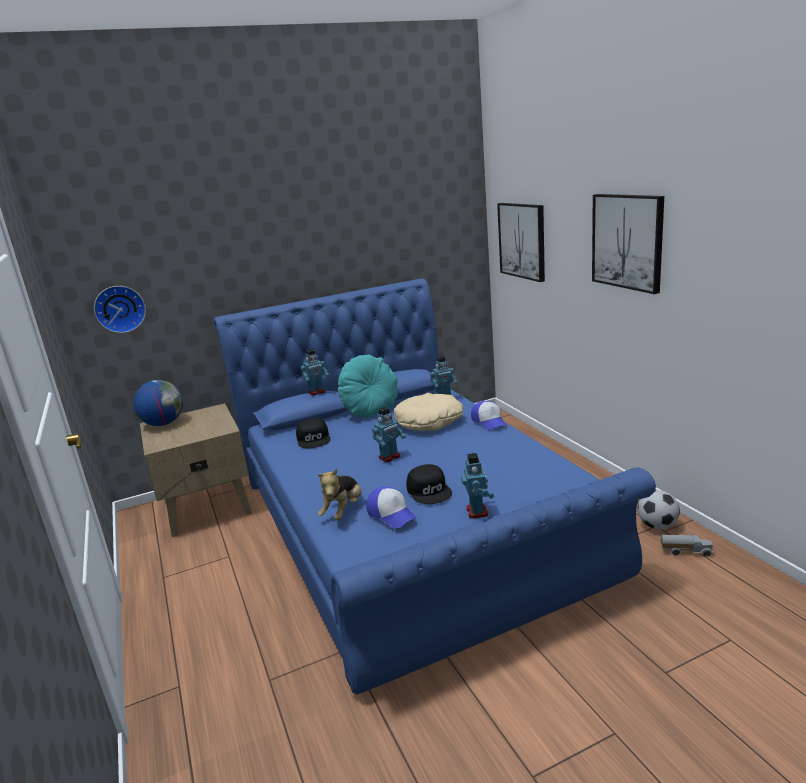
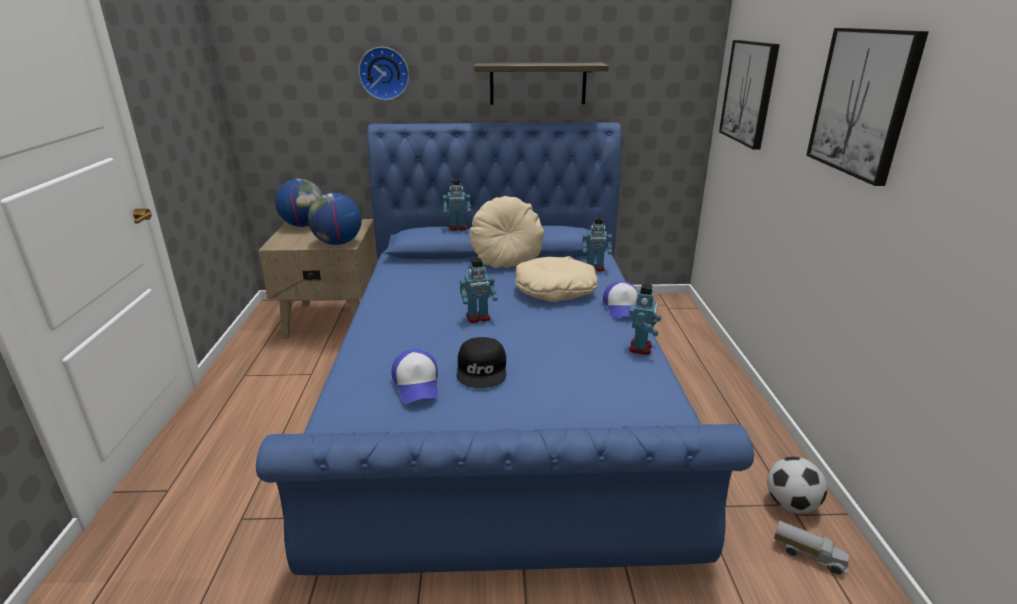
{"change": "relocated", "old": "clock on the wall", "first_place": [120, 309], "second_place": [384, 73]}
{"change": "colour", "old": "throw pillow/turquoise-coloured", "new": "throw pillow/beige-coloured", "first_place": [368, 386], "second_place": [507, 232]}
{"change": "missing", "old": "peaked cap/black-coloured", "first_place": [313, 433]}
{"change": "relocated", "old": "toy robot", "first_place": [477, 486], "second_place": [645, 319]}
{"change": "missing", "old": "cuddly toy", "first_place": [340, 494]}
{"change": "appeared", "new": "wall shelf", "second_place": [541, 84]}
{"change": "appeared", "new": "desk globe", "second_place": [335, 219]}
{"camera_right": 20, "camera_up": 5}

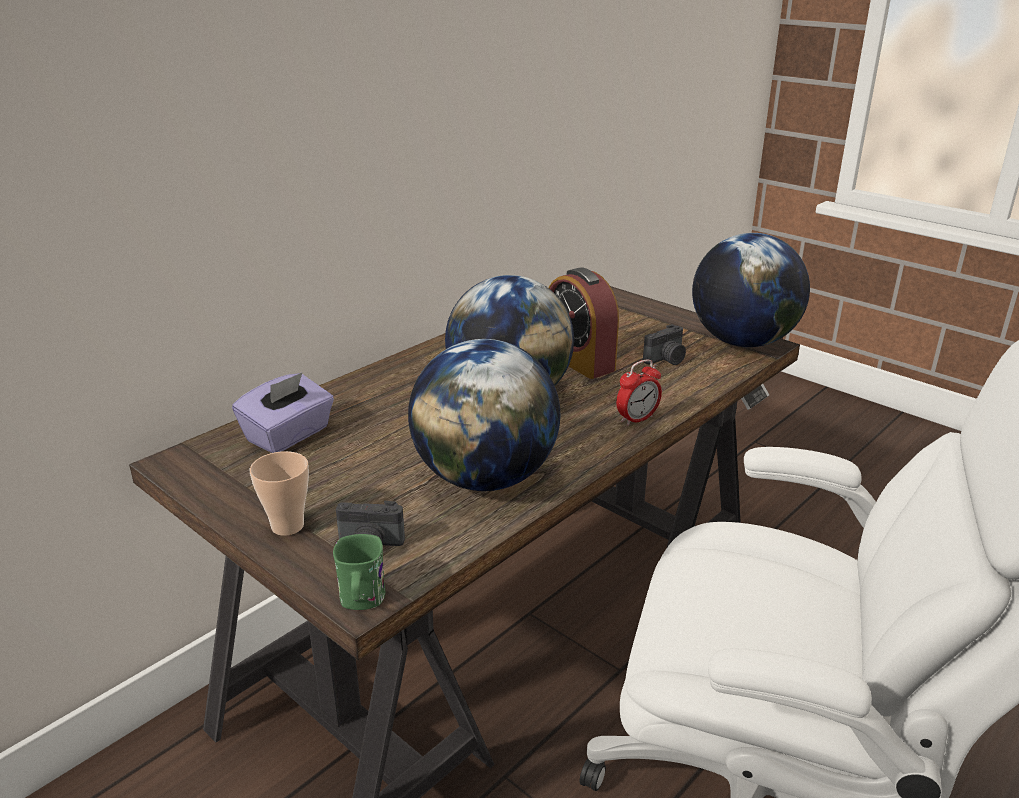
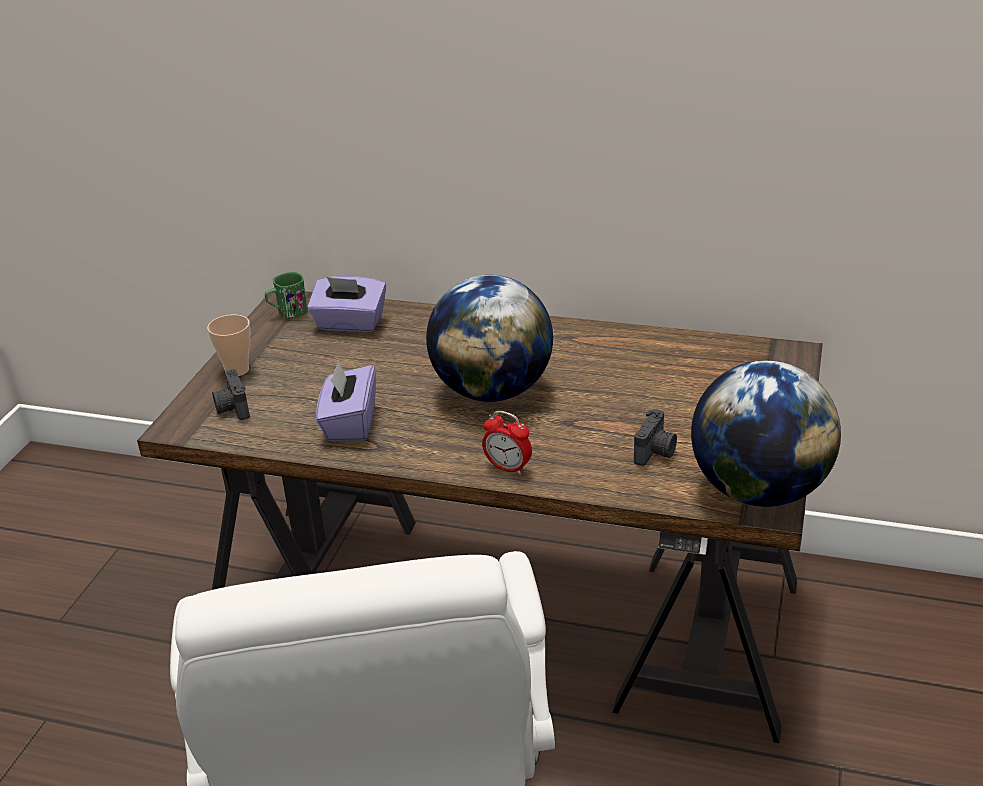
{"change": "missing", "old": "bedside clock", "first_place": [583, 323]}
{"change": "spun", "old": "photo camera", "first_place": [664, 344], "second_place": [655, 437], "degrees": -90}
{"change": "exchanged", "old": "desk globe", "new": "tissue holder/purple-coloured", "first_place": [484, 415], "second_place": [346, 401]}
{"change": "relocated", "old": "tea mug/green-coloured", "first_place": [359, 572], "second_place": [286, 295]}
{"camera_right": 65, "camera_up": 5}

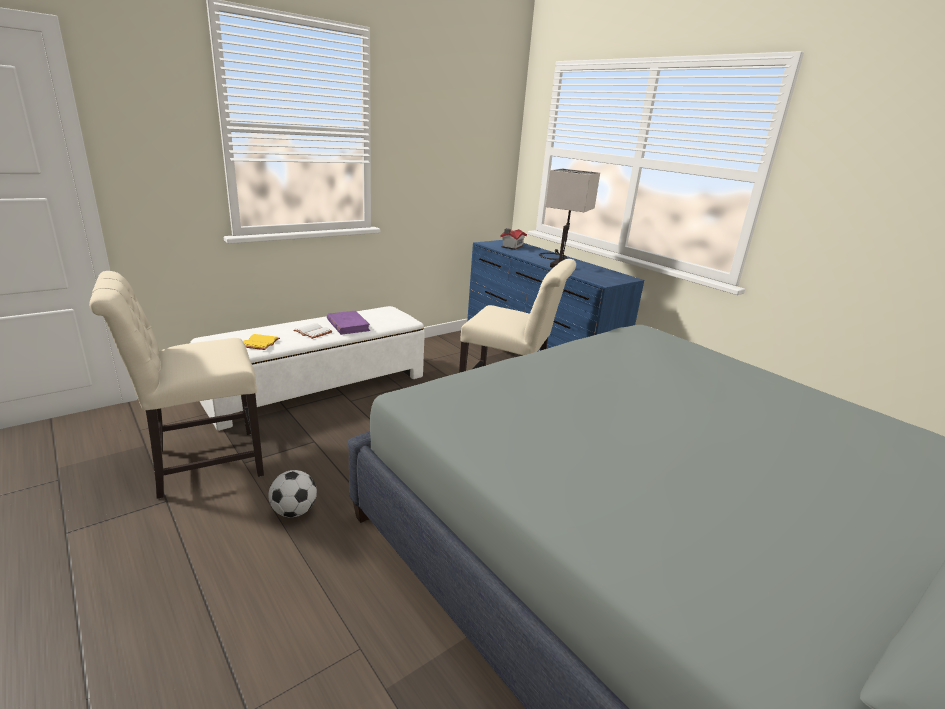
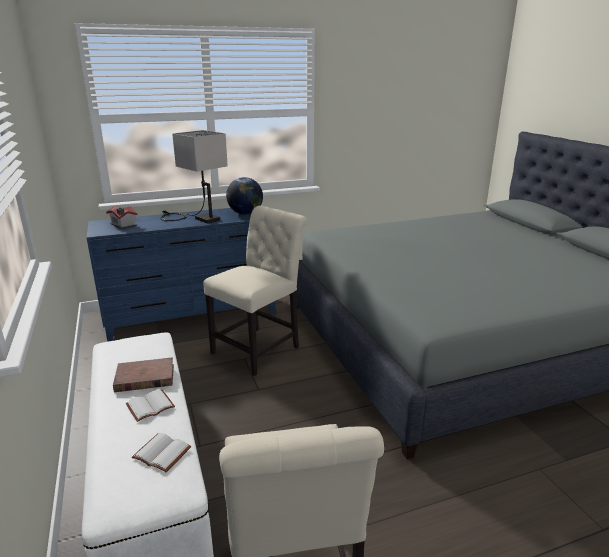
{"change": "colour", "old": "volume/purple-coloured", "new": "volume/brownish", "first_place": [348, 323], "second_place": [143, 374]}
{"change": "colour", "old": "volume/yellow", "new": "volume/white", "first_place": [261, 342], "second_place": [161, 452]}
{"change": "missing", "old": "football ball", "first_place": [292, 493]}
{"change": "appeared", "new": "desk globe", "second_place": [244, 196]}
{"camera_right": -70, "camera_up": 0}

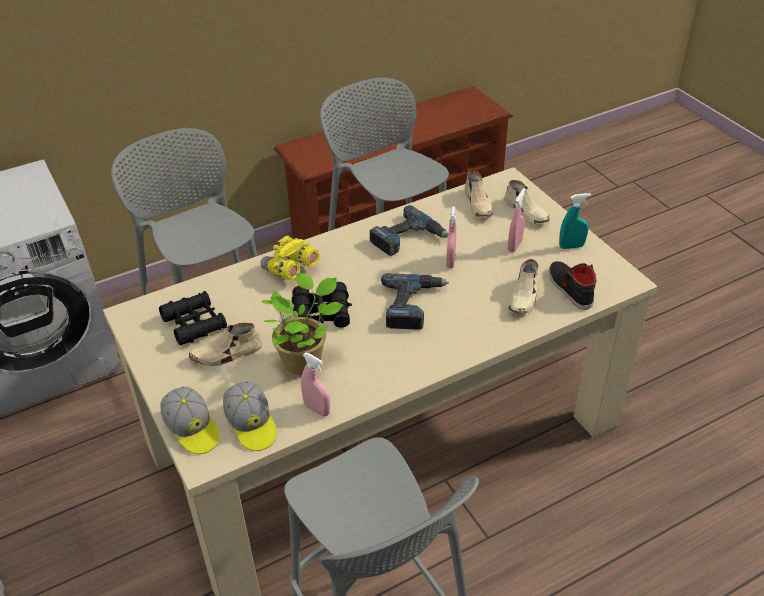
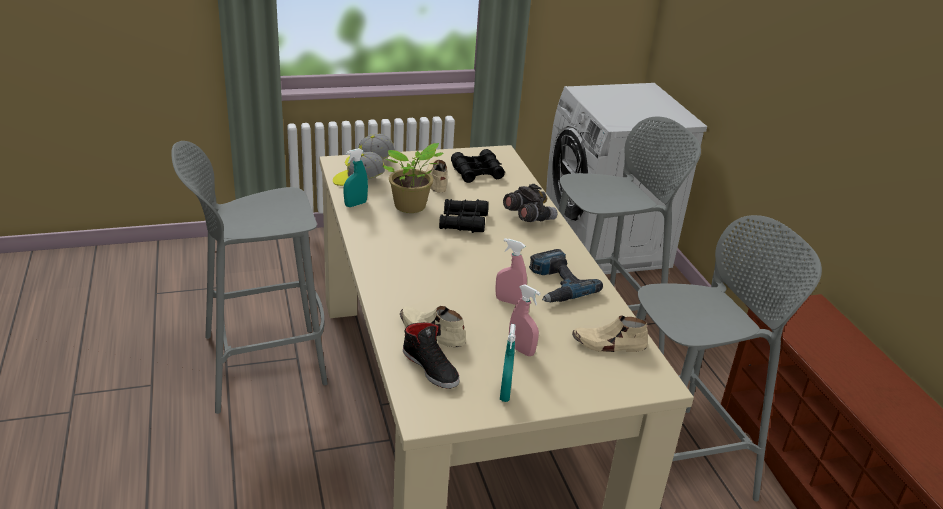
{"change": "missing", "old": "shoe/beige-coloured", "first_place": [527, 202]}
{"change": "colour", "old": "pair of binoculars/yellow", "new": "pair of binoculars/greyish", "first_place": [290, 257], "second_place": [530, 203]}
{"change": "spun", "old": "shoe/black-coloured", "first_place": [572, 285], "second_place": [431, 355], "degrees": 60}
{"change": "missing", "old": "drill", "first_place": [415, 301]}
{"change": "colour", "old": "hand sprayer/pink-coloured", "new": "hand sprayer/turquoise-coloured", "first_place": [315, 384], "second_place": [356, 177]}
{"camera_right": 100, "camera_up": -10}

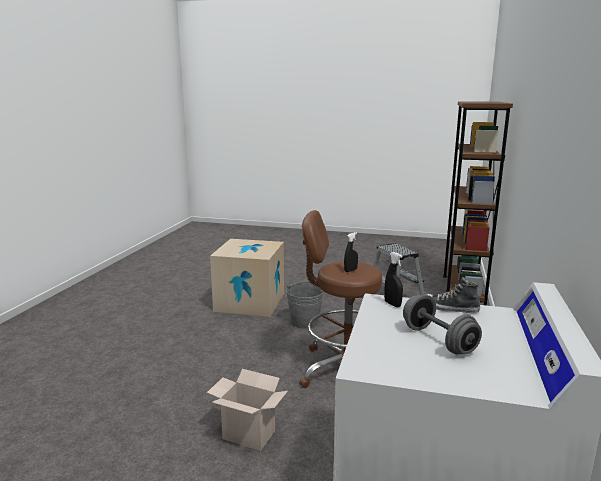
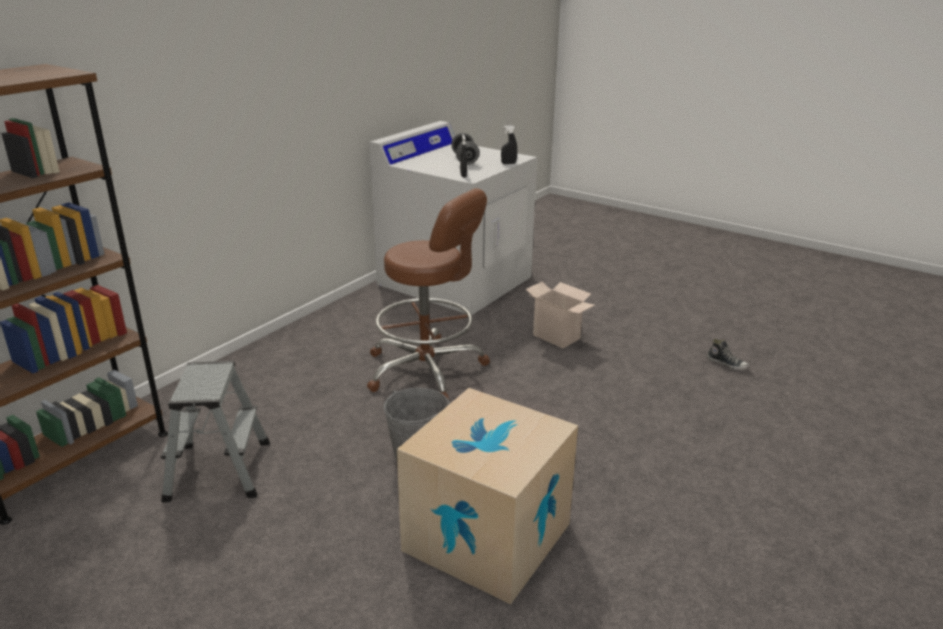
{"change": "relocated", "old": "hand sprayer/black-coloured", "first_place": [351, 252], "second_place": [509, 144]}
{"change": "relocated", "old": "shoe", "first_place": [453, 295], "second_place": [728, 355]}
{"camera_right": -160, "camera_up": 10}

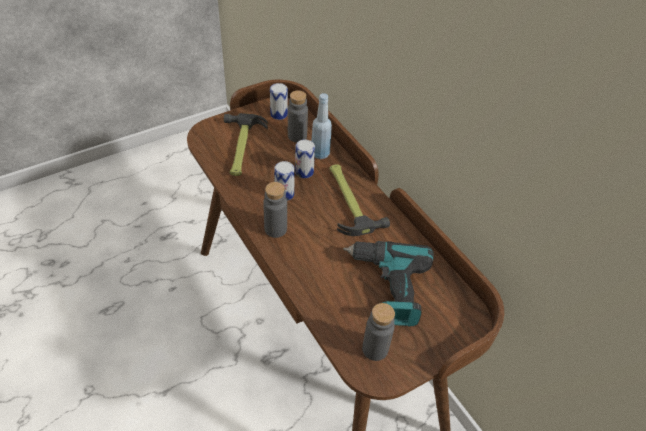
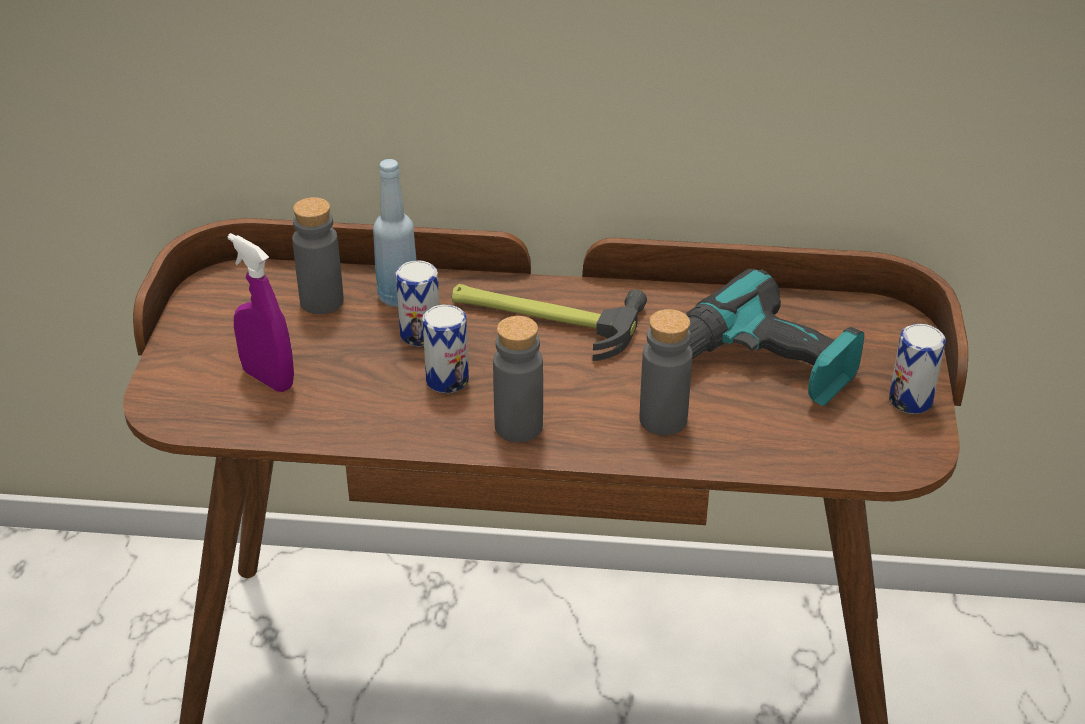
{"change": "relocated", "old": "can", "first_place": [279, 101], "second_place": [917, 369]}
{"change": "exchanged", "old": "tool hammer", "new": "hand sprayer/purple-coloured", "first_place": [246, 144], "second_place": [261, 312]}
{"change": "relocated", "old": "drink bottle/greyish", "first_place": [378, 332], "second_place": [665, 372]}
{"camera_right": -50, "camera_up": -10}

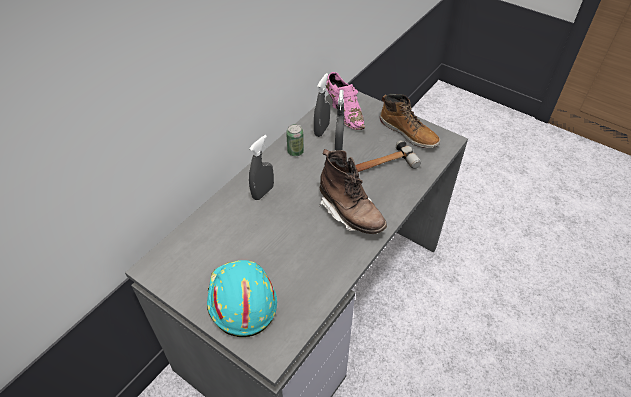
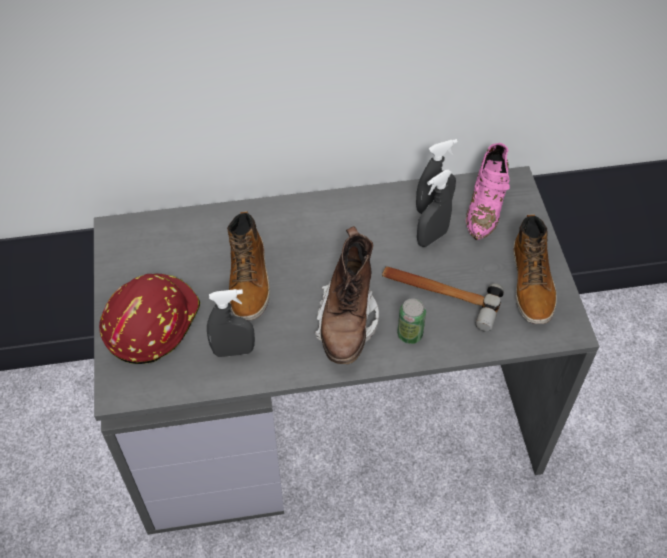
{"change": "relocated", "old": "can", "first_place": [295, 140], "second_place": [411, 321]}
{"change": "relocated", "old": "hand sprayer/greyish", "first_place": [261, 167], "second_place": [231, 323]}
{"change": "colour", "old": "hard hat/turquoise-coloured", "new": "hard hat/red", "first_place": [242, 298], "second_place": [149, 318]}
{"change": "appeared", "new": "boot", "second_place": [248, 265]}
{"camera_right": 45, "camera_up": 5}

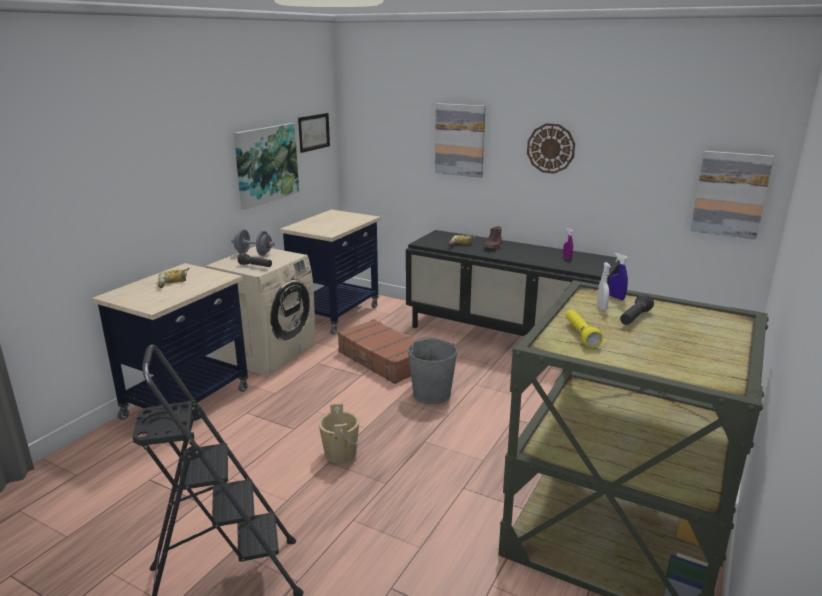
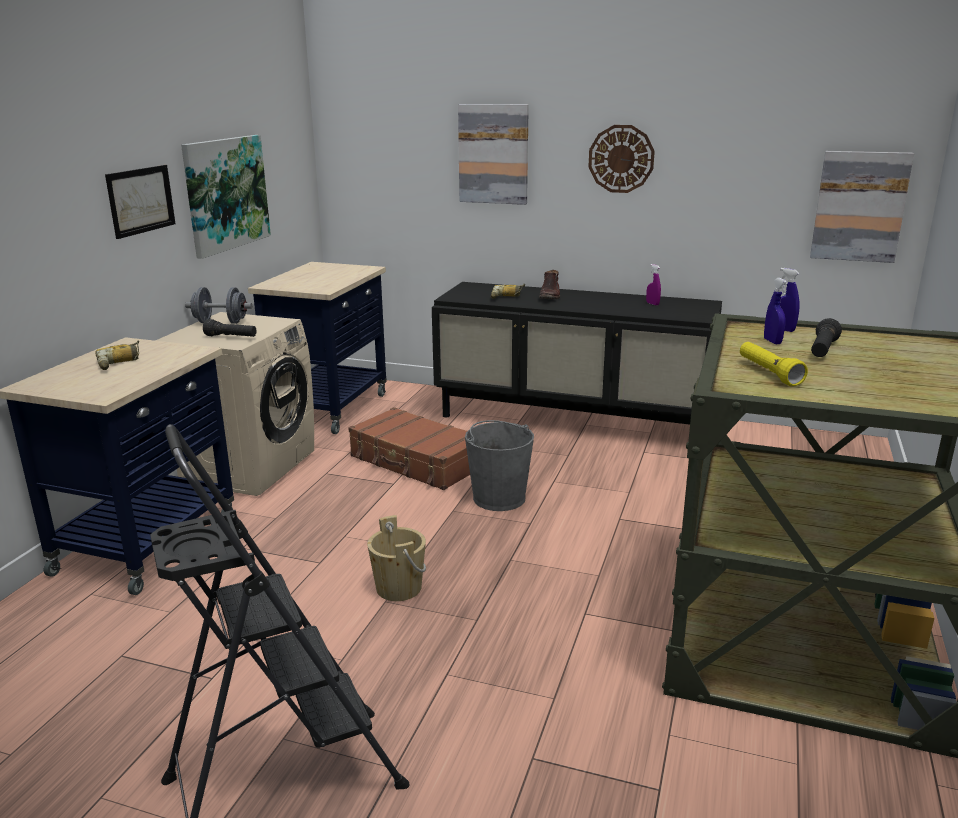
{"change": "relocated", "old": "picture", "first_place": [314, 133], "second_place": [140, 202]}
{"change": "colour", "old": "hand sprayer/white", "new": "hand sprayer/blue", "first_place": [604, 286], "second_place": [776, 311]}
{"camera_right": -10, "camera_up": 0}

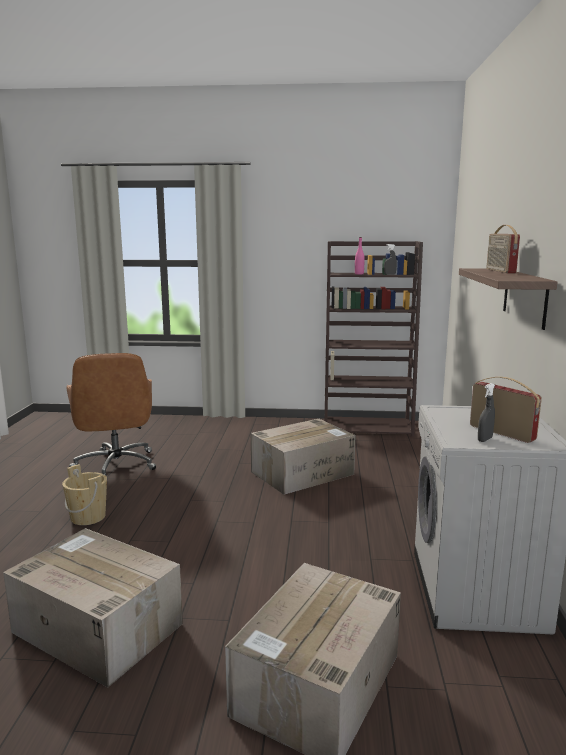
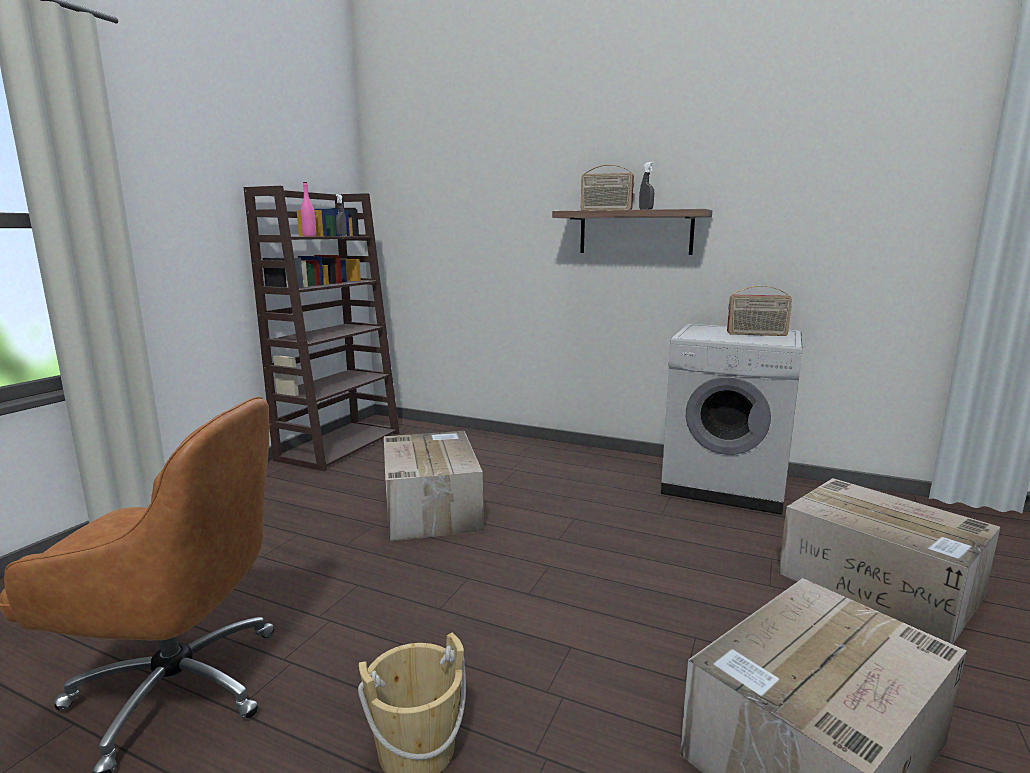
{"change": "spun", "old": "radio", "first_place": [506, 410], "second_place": [759, 311], "degrees": -150}
{"change": "relocated", "old": "hand sprayer/greyish", "first_place": [486, 412], "second_place": [646, 186]}
{"camera_right": -70, "camera_up": 0}

